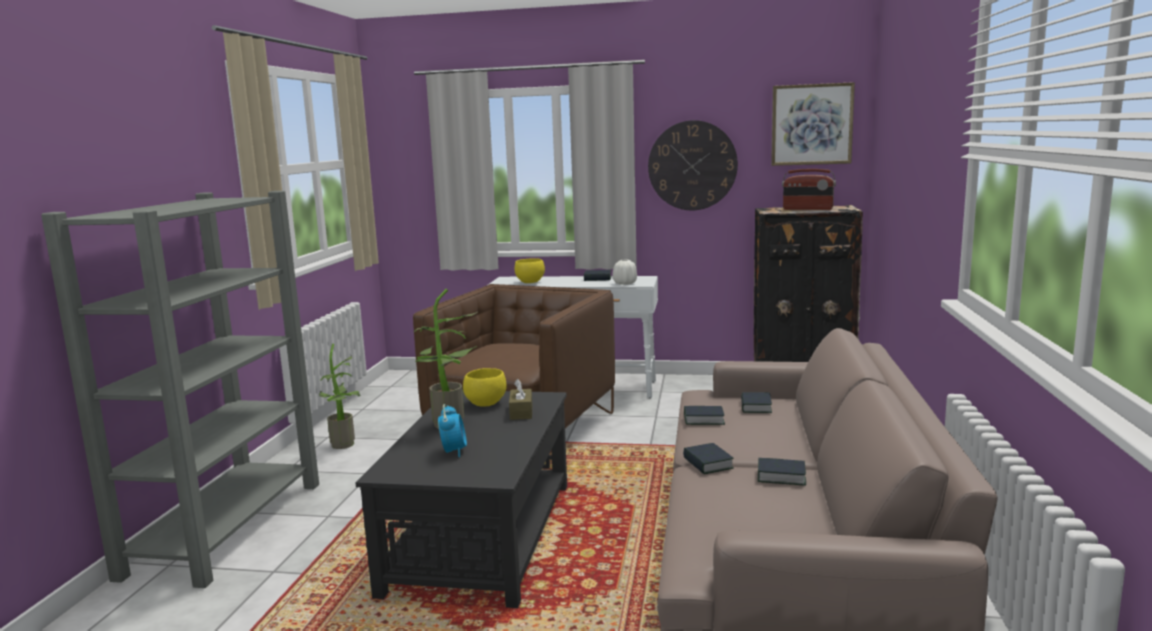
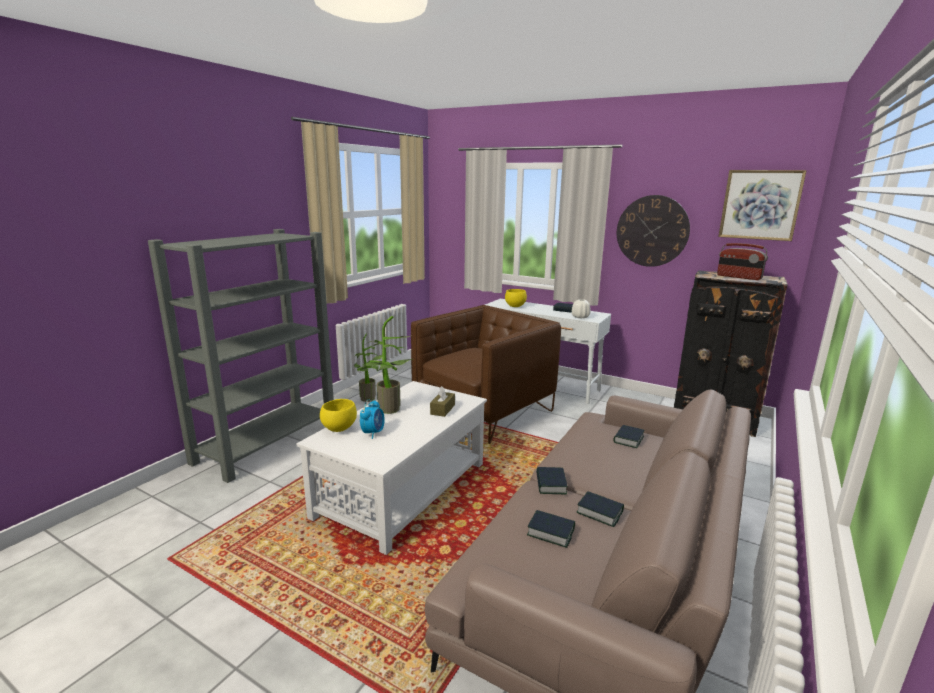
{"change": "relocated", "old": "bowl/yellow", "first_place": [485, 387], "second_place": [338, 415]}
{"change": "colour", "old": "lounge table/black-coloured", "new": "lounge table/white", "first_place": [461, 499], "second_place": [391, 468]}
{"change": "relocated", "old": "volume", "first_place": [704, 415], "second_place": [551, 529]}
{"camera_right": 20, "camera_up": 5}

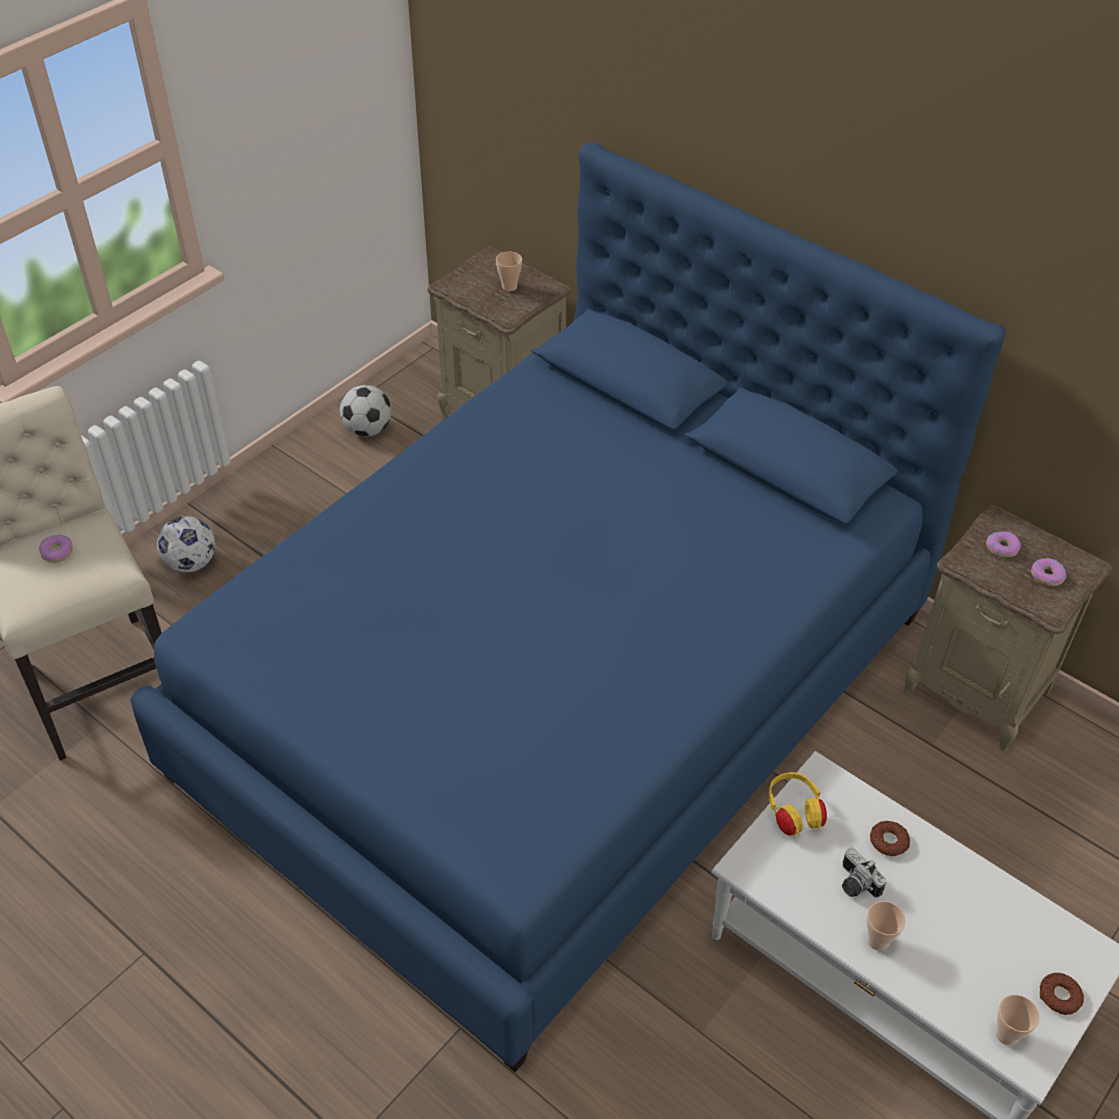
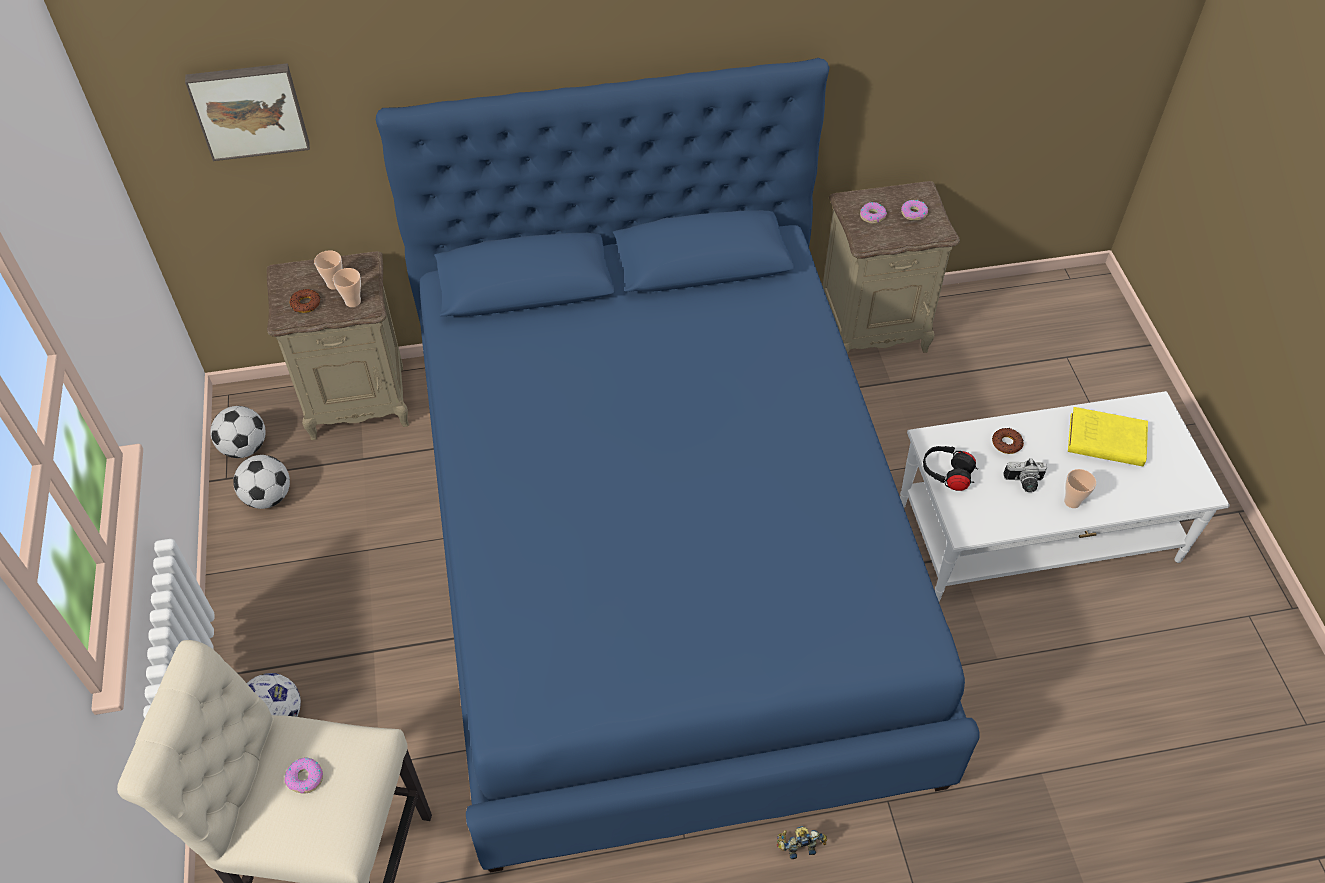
{"change": "colour", "old": "pair of headphones/yellow", "new": "pair of headphones/black-coloured", "first_place": [798, 804], "second_place": [950, 468]}
{"change": "relocated", "old": "ring doughnut", "first_place": [1062, 994], "second_place": [305, 301]}
{"change": "relocated", "old": "drinking cup", "first_place": [1017, 1020], "second_place": [347, 287]}
{"change": "appeared", "new": "picture", "second_place": [247, 112]}
{"change": "appeared", "new": "football ball", "second_place": [238, 432]}
{"change": "appeared", "new": "volume/yellow", "second_place": [1108, 437]}
{"change": "appeared", "new": "toy robot", "second_place": [802, 842]}
{"camera_right": -50, "camera_up": 5}

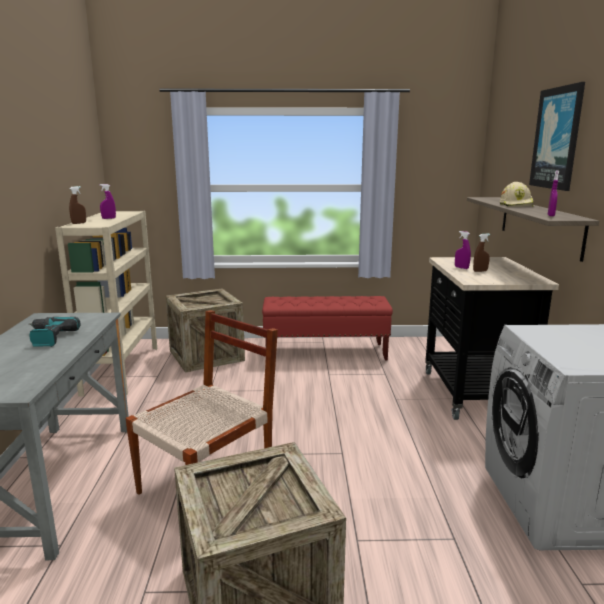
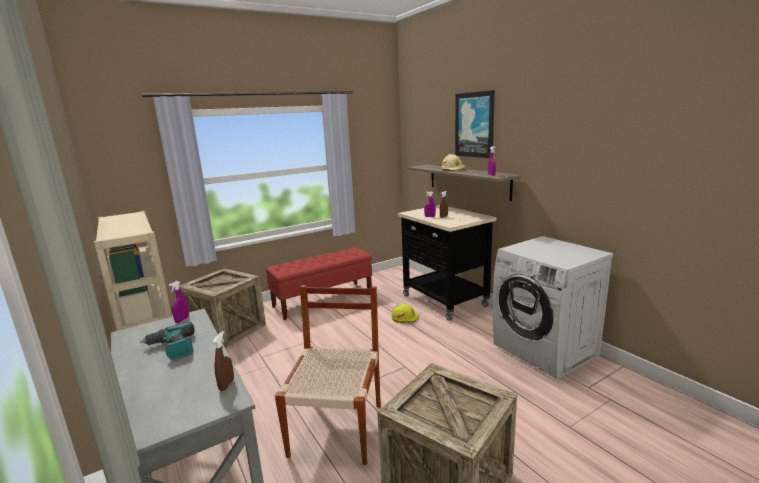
{"change": "relocated", "old": "hand sprayer/purple-coloured", "first_place": [107, 201], "second_place": [179, 302]}
{"change": "relocated", "old": "hand sprayer/brownish", "first_place": [77, 205], "second_place": [223, 361]}
{"change": "appeared", "new": "hard hat/yellow", "second_place": [405, 313]}
{"camera_right": -30, "camera_up": 0}

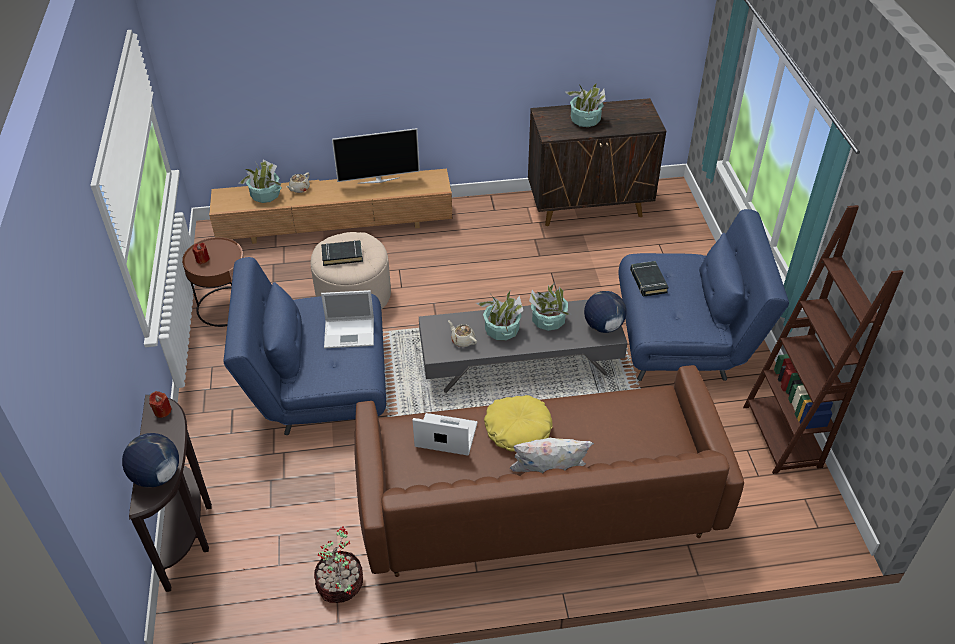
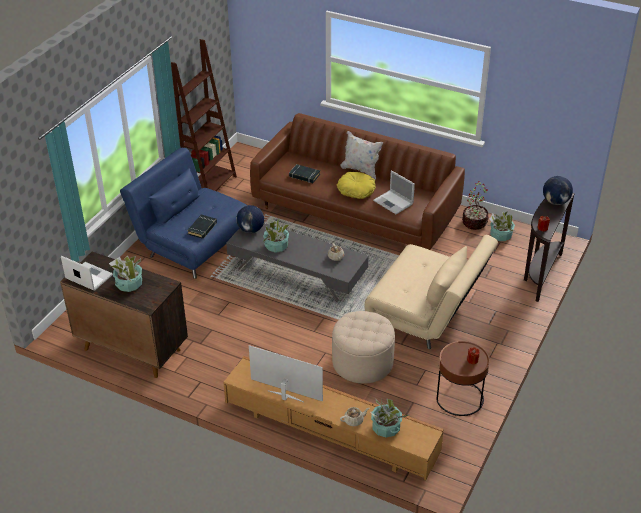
{"change": "relocated", "old": "volume/black-coloured", "first_place": [342, 253], "second_place": [304, 173]}
{"change": "colour", "old": "easy chair/blue", "new": "easy chair/beige-coloured", "first_place": [305, 346], "second_place": [431, 292]}
{"change": "relocated", "old": "laptop", "first_place": [347, 319], "second_place": [87, 273]}
{"change": "relocated", "old": "plant in a pot", "first_place": [499, 315], "second_place": [502, 226]}
{"camera_right": -145, "camera_up": -5}

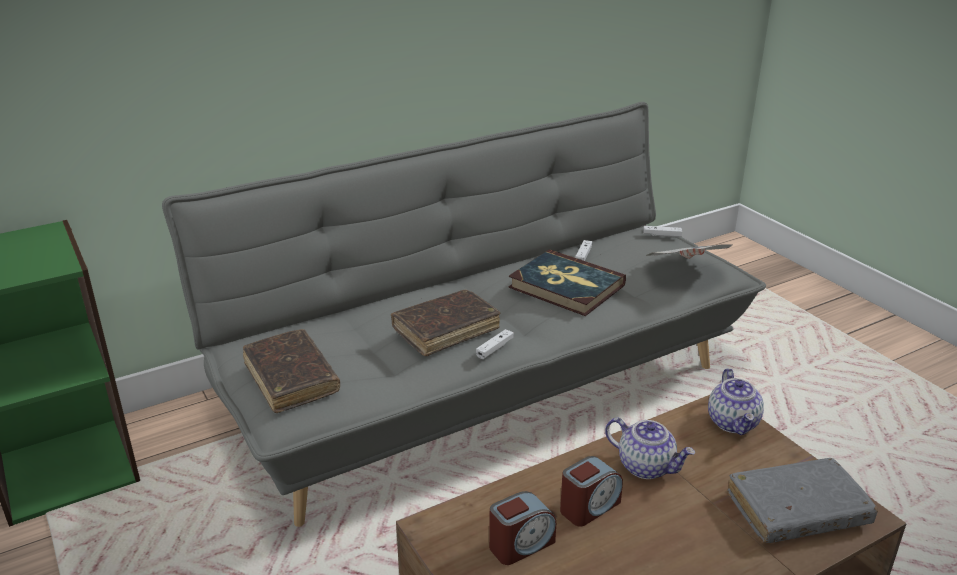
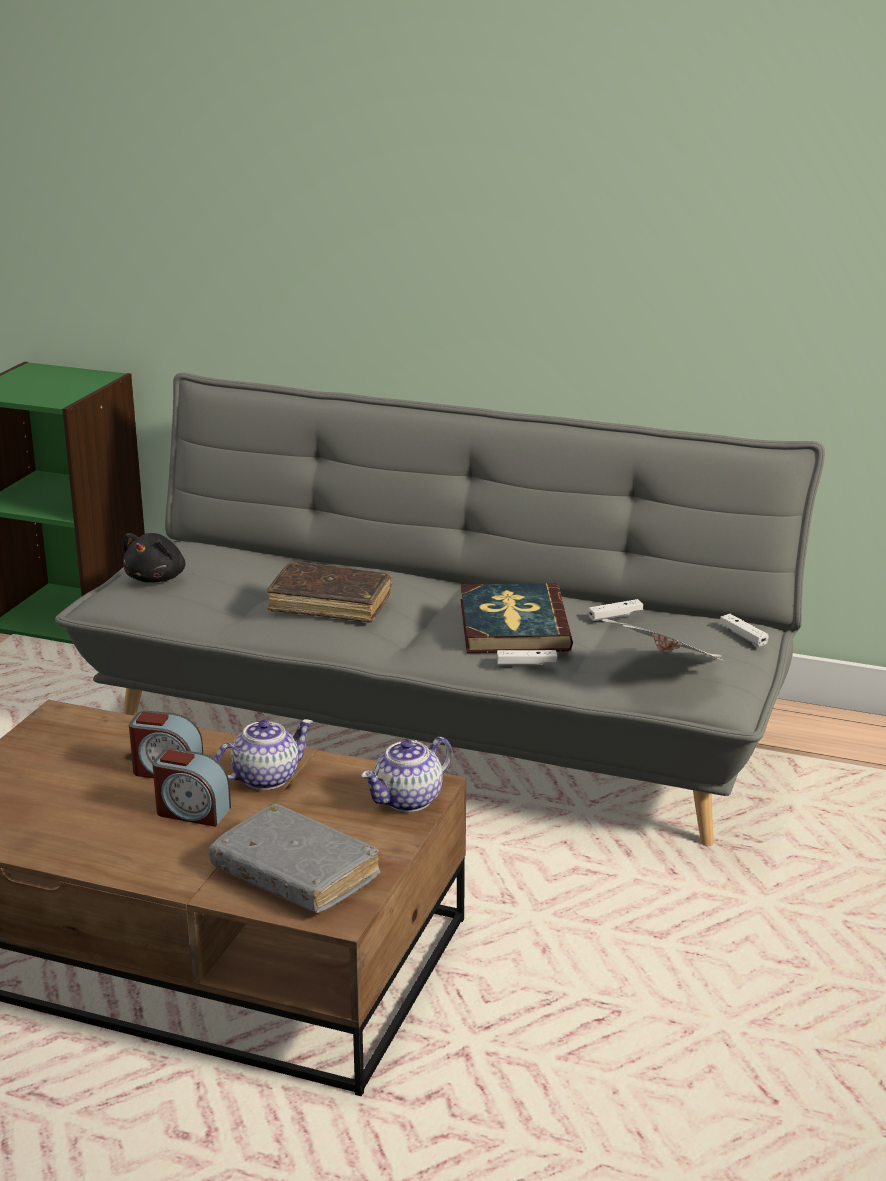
{"change": "exchanged", "old": "volume/brownish", "new": "cuddly toy/black-coloured", "first_place": [291, 371], "second_place": [154, 558]}
{"change": "relocated", "old": "game controller/white", "first_place": [495, 344], "second_place": [527, 658]}
{"change": "spun", "old": "pot for tea", "first_place": [650, 448], "second_place": [263, 754], "degrees": -120}
{"change": "relocated", "old": "bedside clock", "first_place": [522, 528], "second_place": [192, 787]}
{"camera_right": 50, "camera_up": -5}

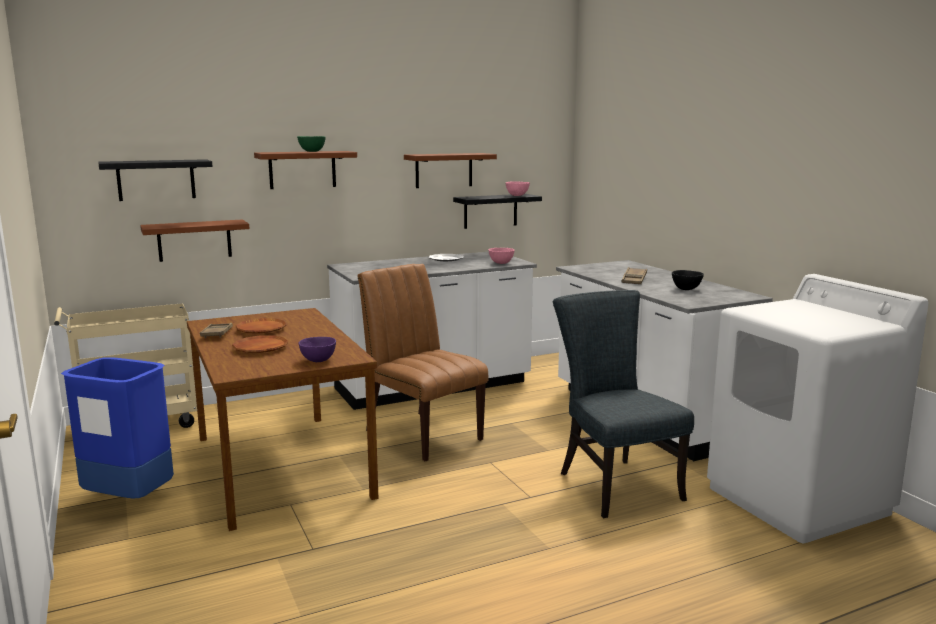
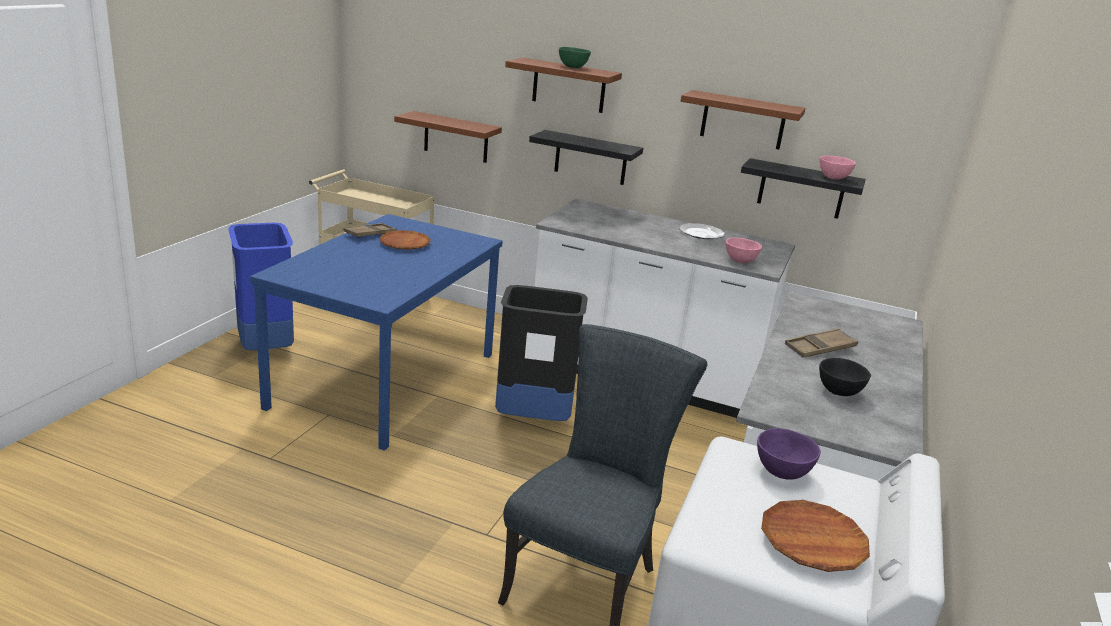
{"change": "relocated", "old": "wall shelf/black-coloured", "first_place": [156, 180], "second_place": [586, 157]}
{"change": "exchanged", "old": "chair/brownish", "new": "waste bin/black-coloured", "first_place": [423, 363], "second_place": [541, 353]}
{"change": "colour", "old": "dining table/brownish", "new": "dining table/blue", "first_place": [282, 419], "second_place": [376, 332]}
{"change": "relocated", "old": "flat dish/brownish", "first_place": [260, 344], "second_place": [815, 536]}
{"change": "relocated", "old": "bowl/purple-coloured", "first_place": [317, 349], "second_place": [789, 454]}
{"camera_right": 45, "camera_up": 10}

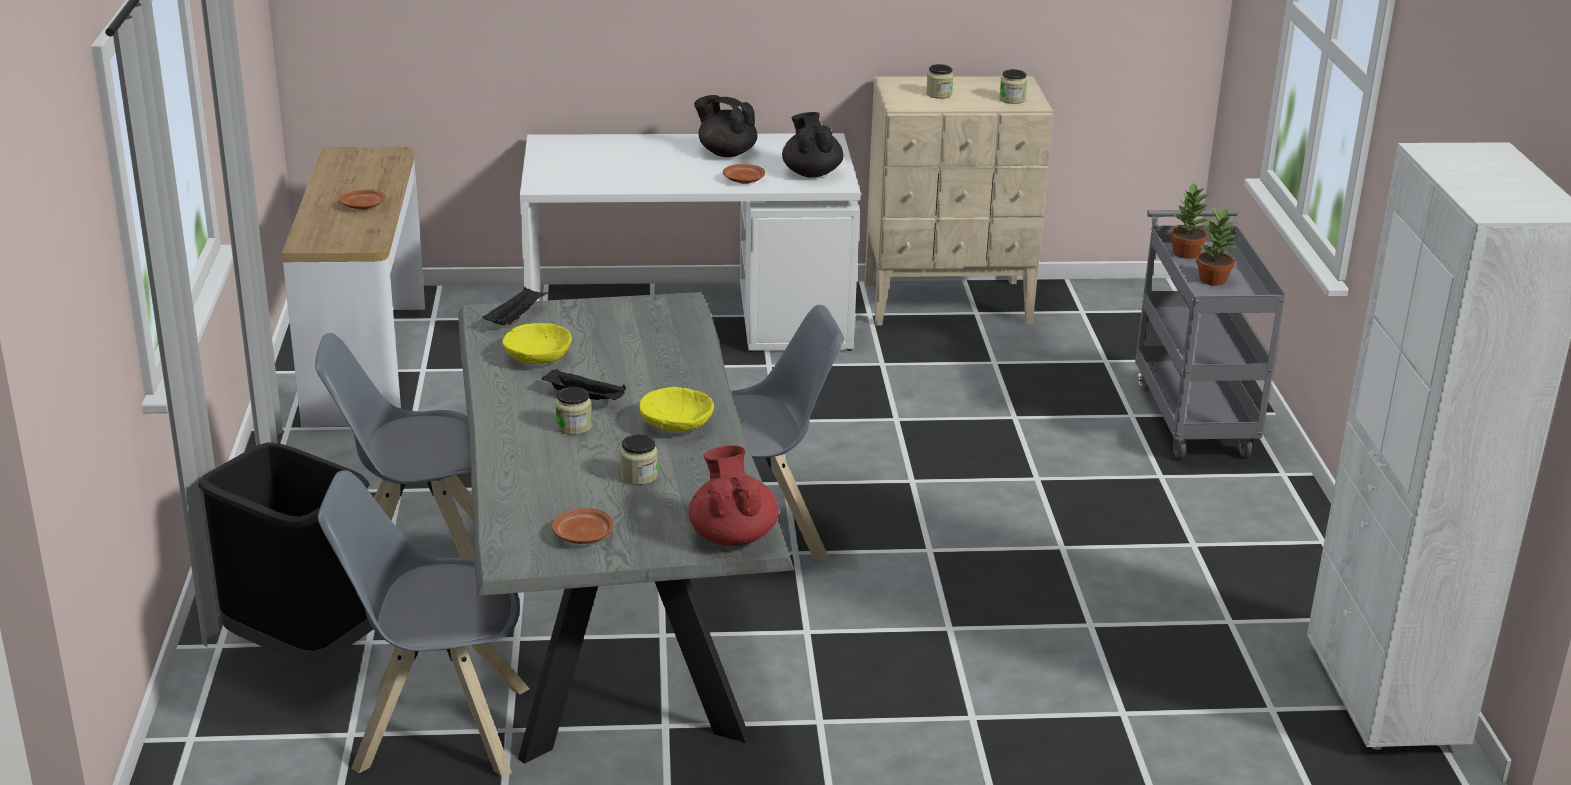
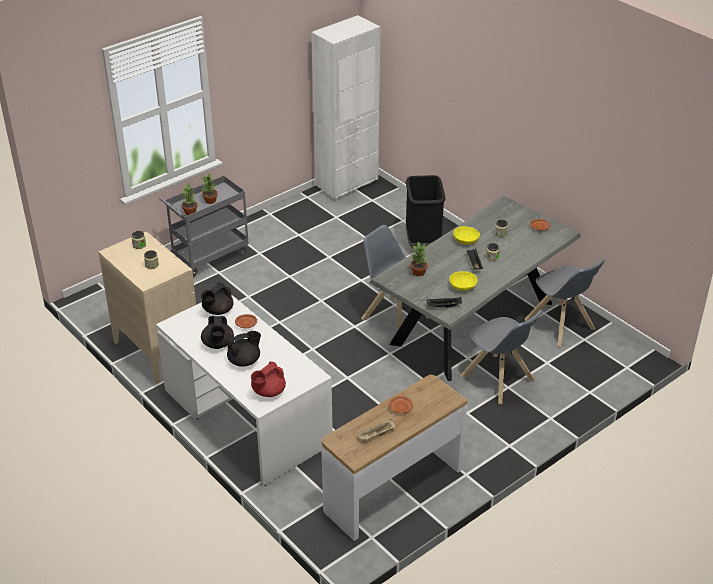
{"change": "relocated", "old": "waste bin/black-coloured", "first_place": [286, 554], "second_place": [425, 211]}
{"change": "relocated", "old": "pot for tea/red", "first_place": [734, 495], "second_place": [268, 379]}
{"change": "appeared", "new": "plant in a pot", "second_place": [419, 259]}
{"change": "appeared", "new": "pot for tea/black-coloured", "second_place": [244, 349]}
{"change": "appeared", "new": "serving tray/beige-coloured", "second_place": [376, 430]}
{"camera_right": -125, "camera_up": 10}

